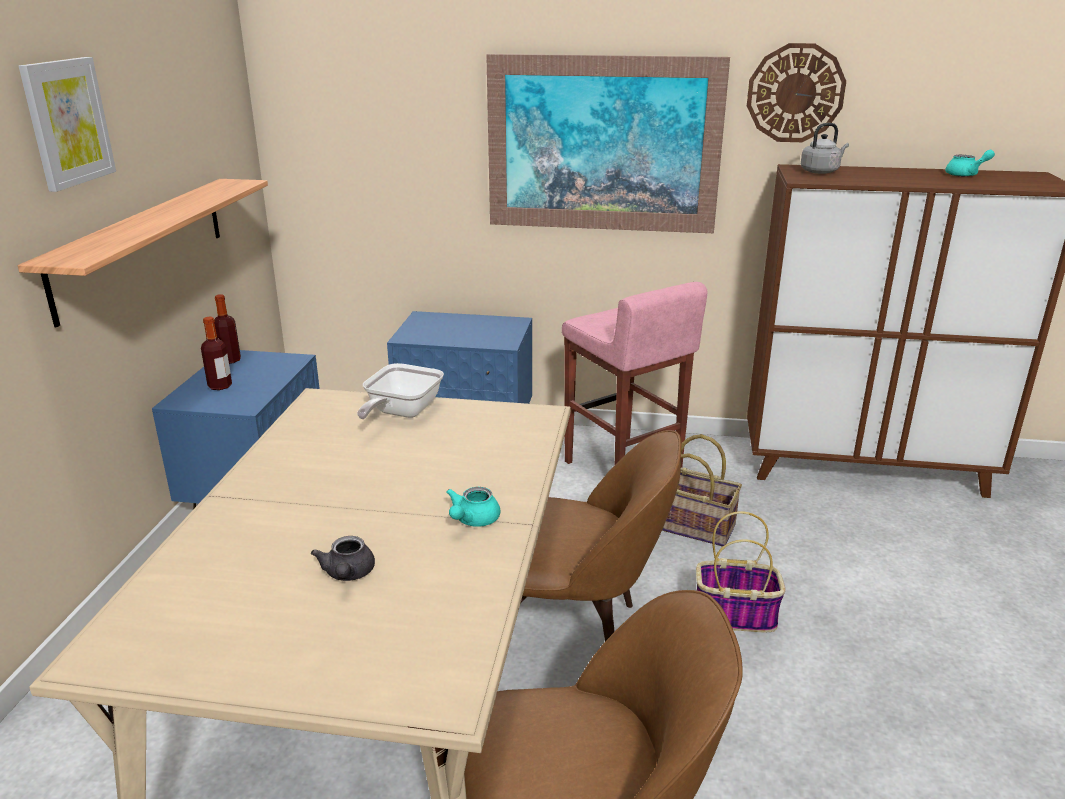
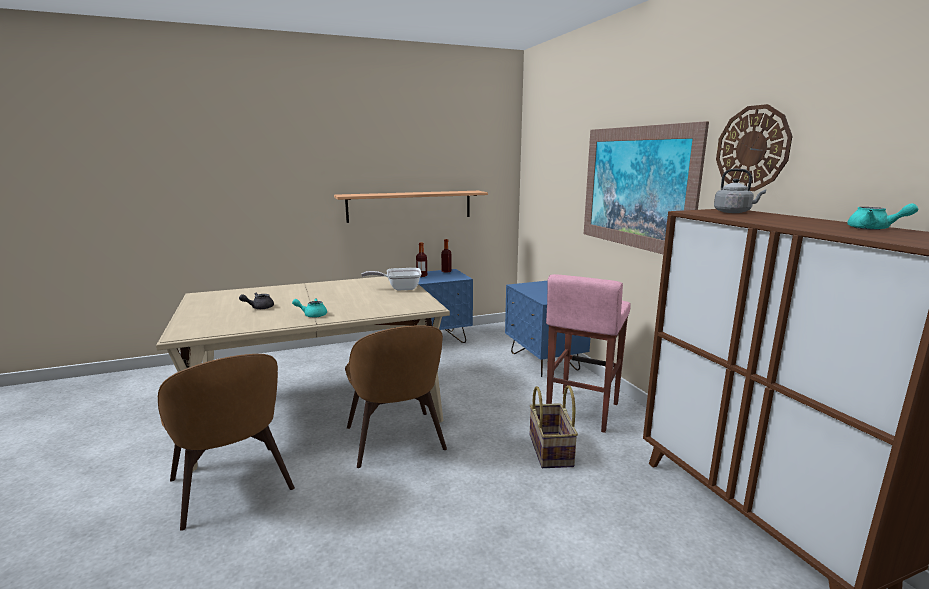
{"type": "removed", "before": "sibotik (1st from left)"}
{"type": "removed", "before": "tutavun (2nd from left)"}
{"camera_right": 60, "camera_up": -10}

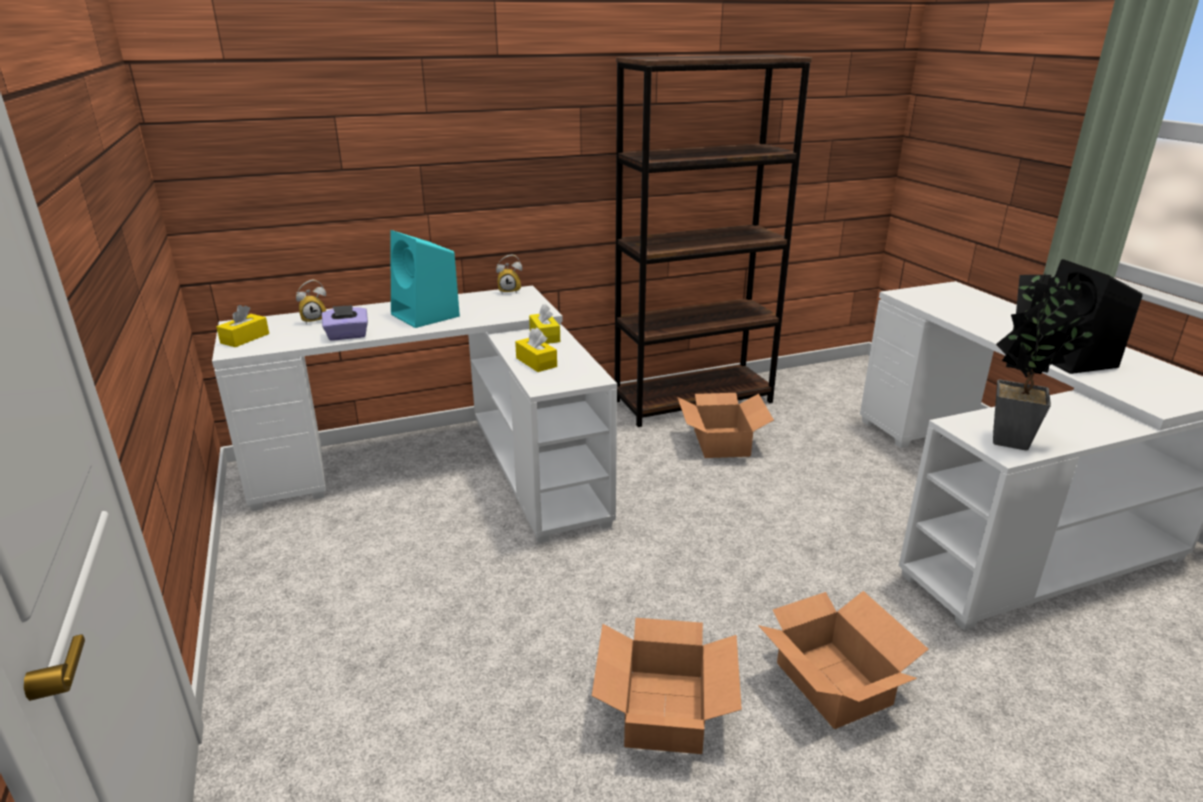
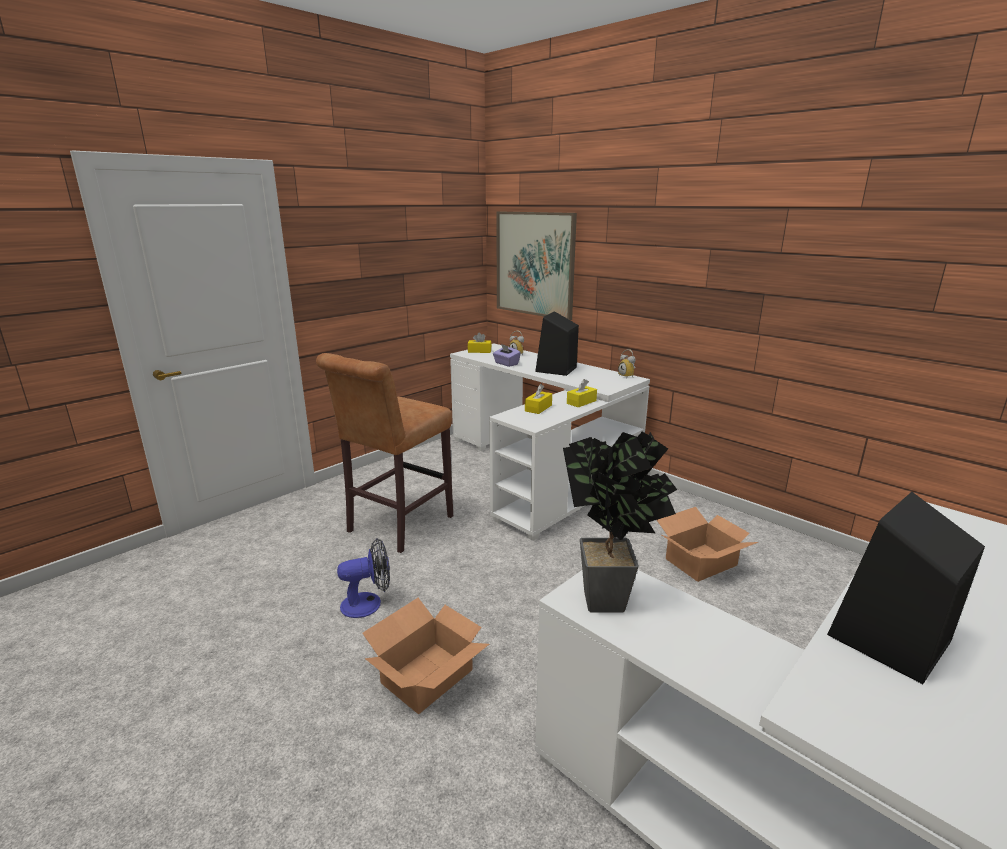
{"type": "added", "after": "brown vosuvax"}
{"type": "replaced", "before": "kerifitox (1st from left)", "after": "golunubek"}
{"type": "added", "after": "sibotik"}
{"type": "recoloured", "before": "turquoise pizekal", "after": "black pizekal (1st from left)"}
{"type": "removed", "before": "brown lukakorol"}
{"camera_right": 65, "camera_up": -5}

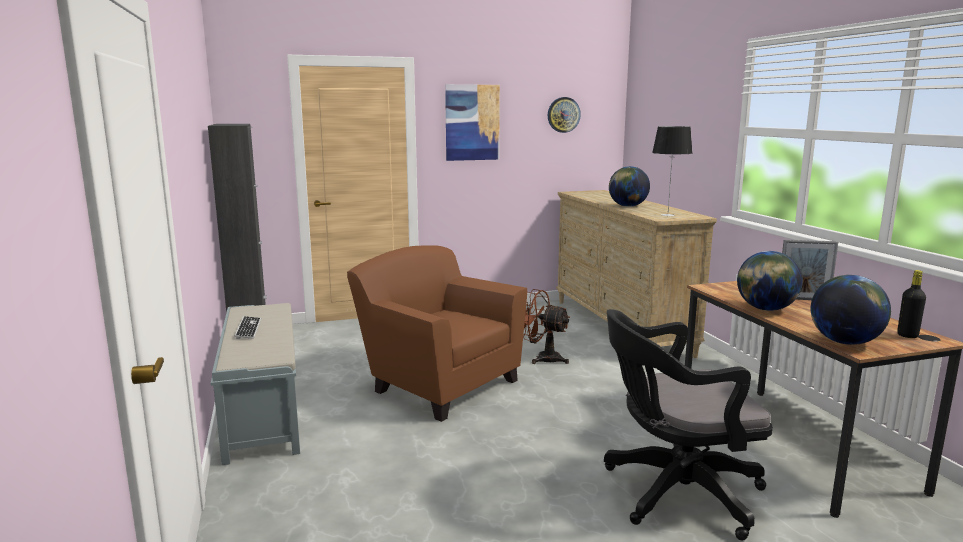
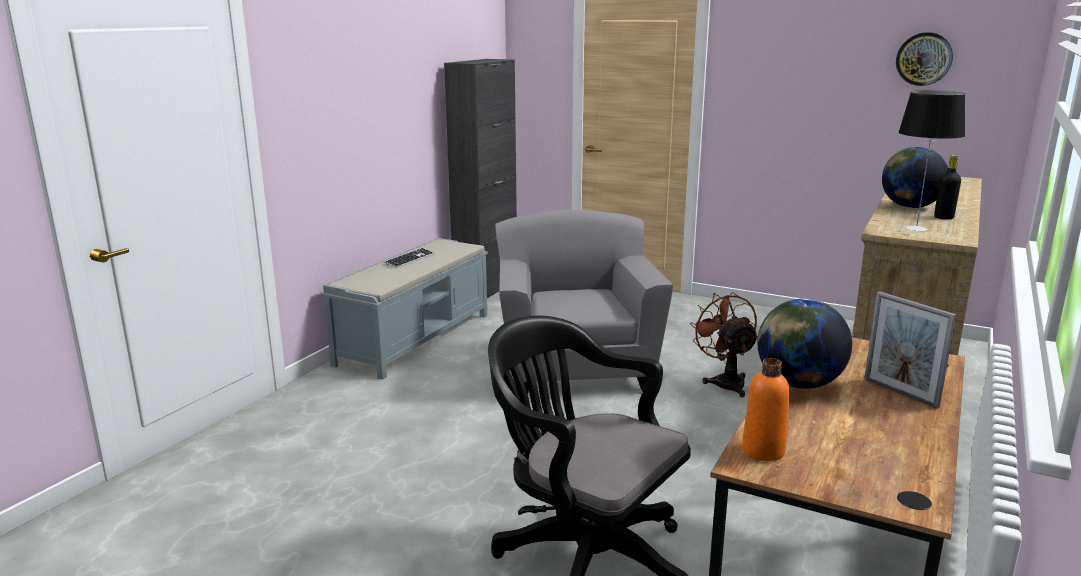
{"type": "recoloured", "before": "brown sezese", "after": "grey sezese"}
{"type": "replaced", "before": "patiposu (3rd from left)", "after": "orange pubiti"}
{"type": "moved", "before": "black pubiti"}
{"type": "removed", "before": "sibotik"}
{"camera_right": 45, "camera_up": 5}

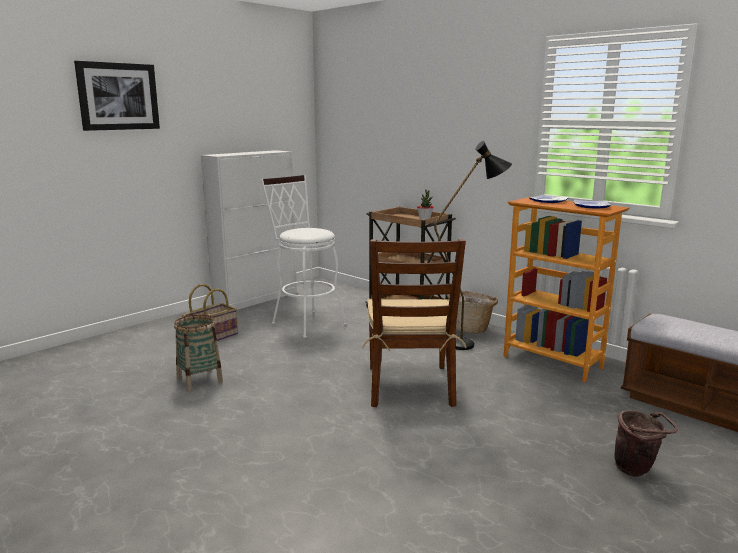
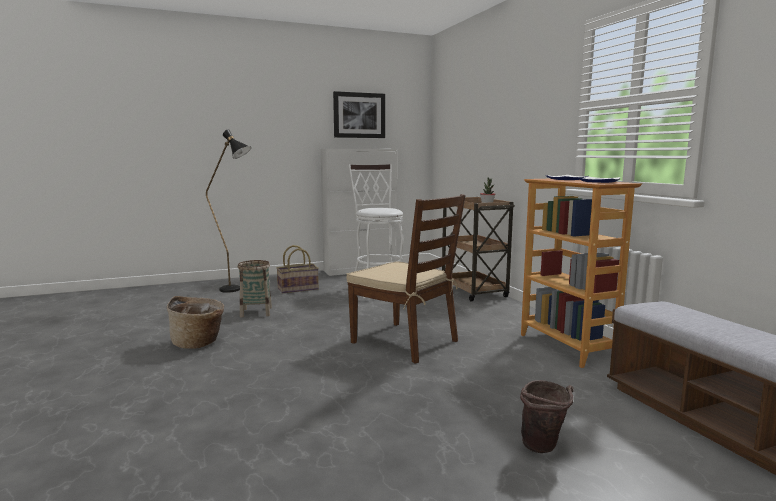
{"type": "moved", "before": "tutavun (3rd from left in the first image)", "after": "tutavun (1st from left)"}
{"type": "moved", "before": "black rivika"}
{"type": "moved", "before": "sibotik"}
{"type": "turned", "before": "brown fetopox", "turn": -75}
{"camera_right": 25, "camera_up": -5}

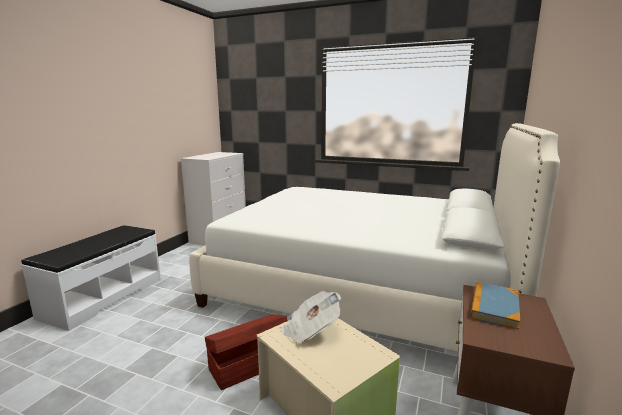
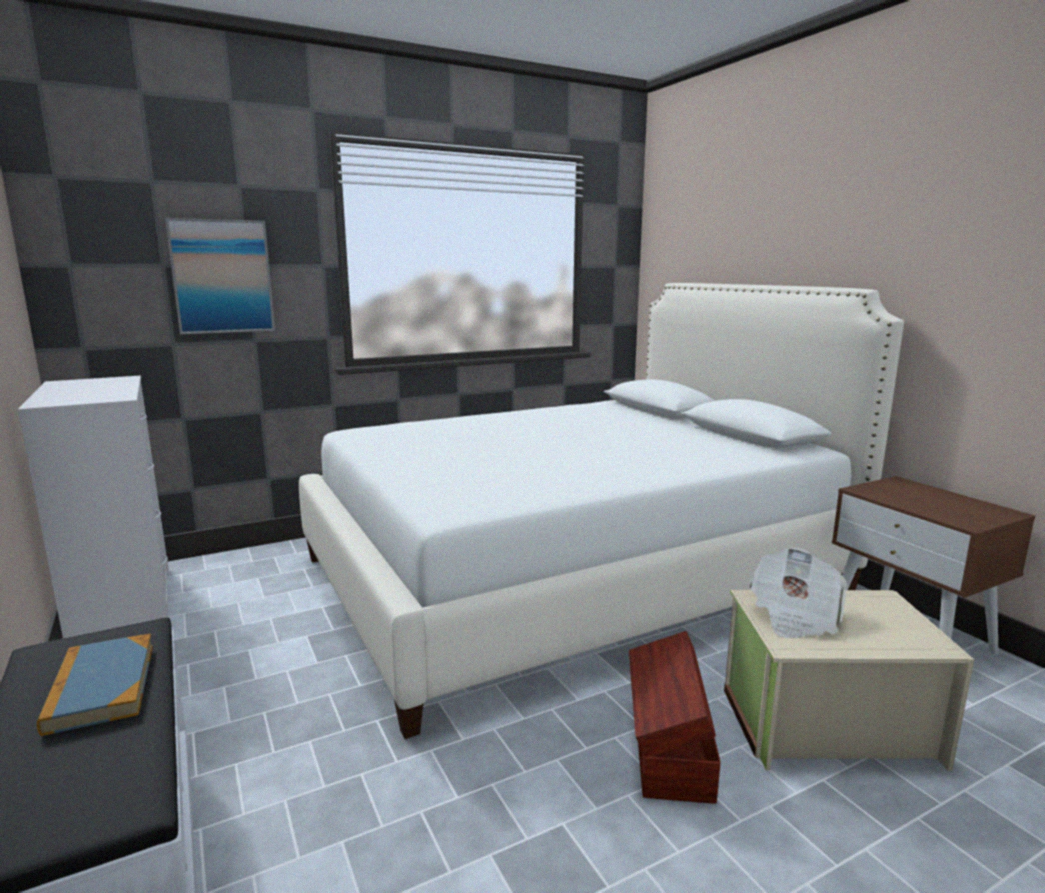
{"type": "moved", "before": "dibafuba"}
{"type": "added", "after": "sibotik"}
{"camera_right": -50, "camera_up": 0}

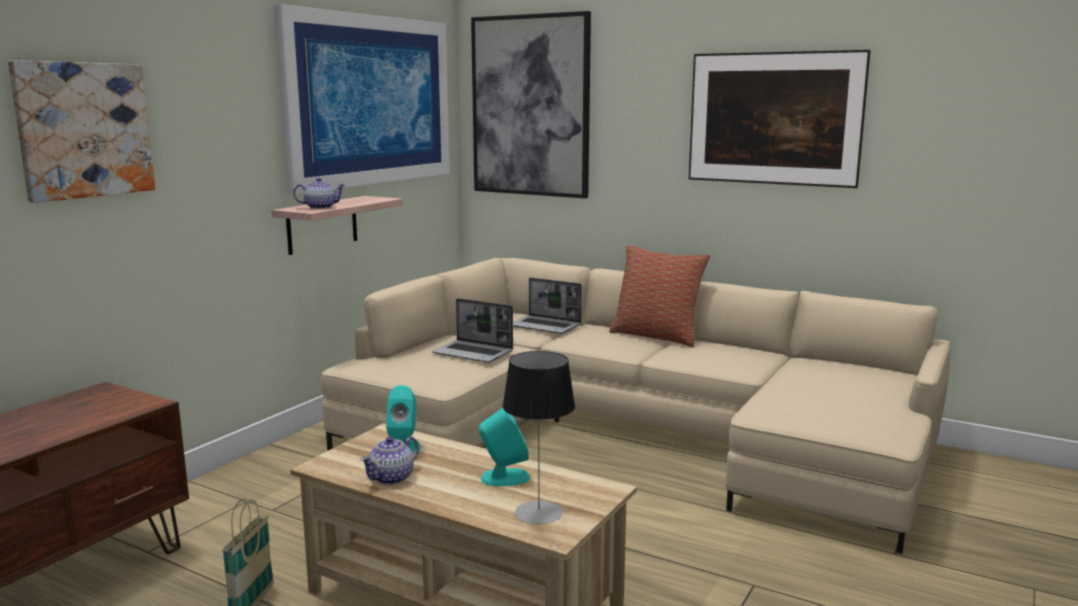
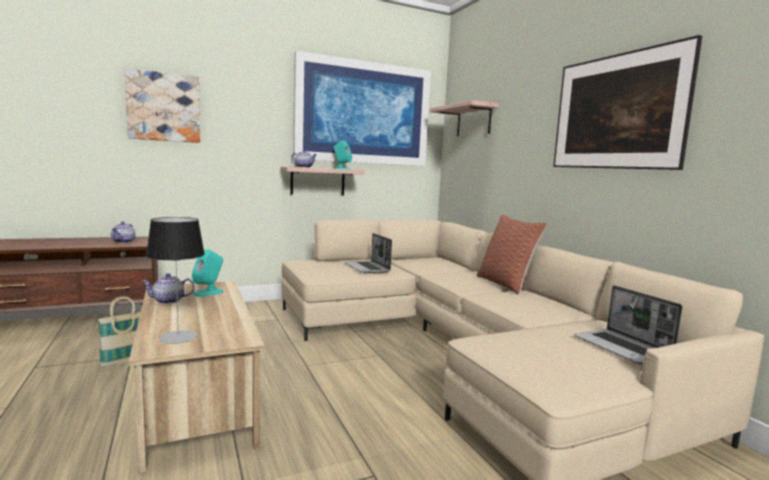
{"type": "added", "after": "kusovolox (1st from left)"}
{"type": "moved", "before": "turquoise pizekal (2nd from left)"}
{"type": "replaced", "before": "sibotik (3rd from left)", "after": "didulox (2nd from left)"}
{"type": "moved", "before": "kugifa (2nd from left)"}
{"camera_right": 35, "camera_up": -5}

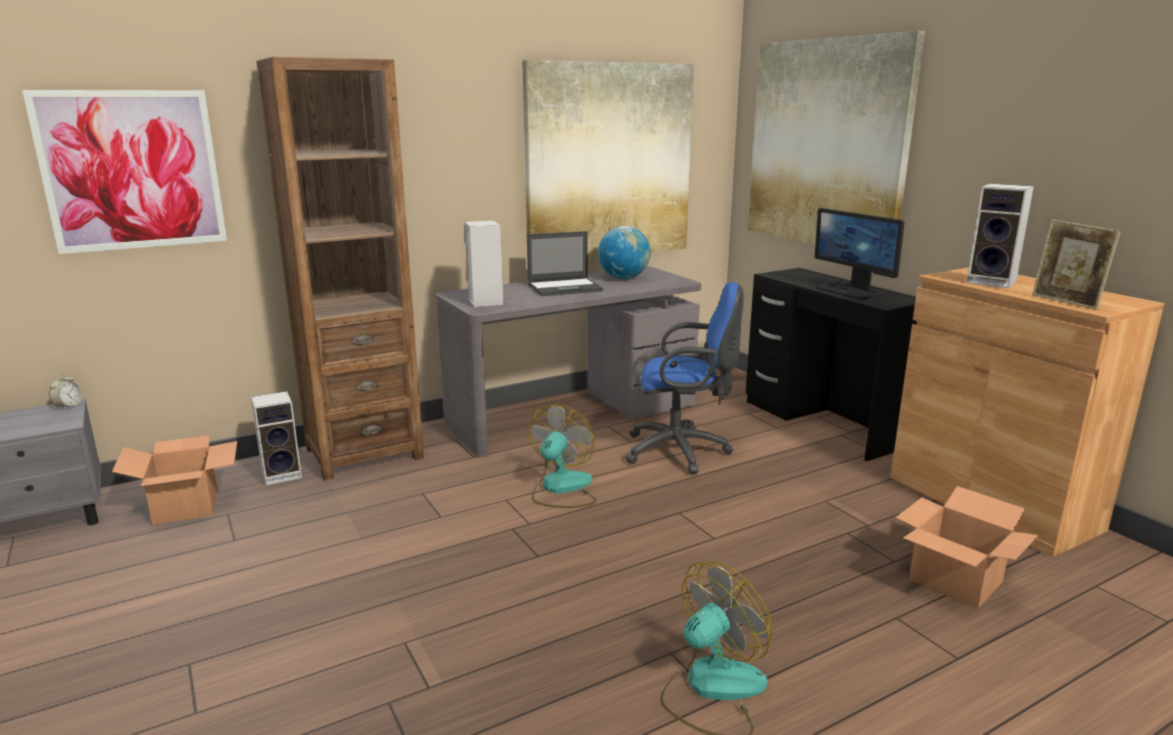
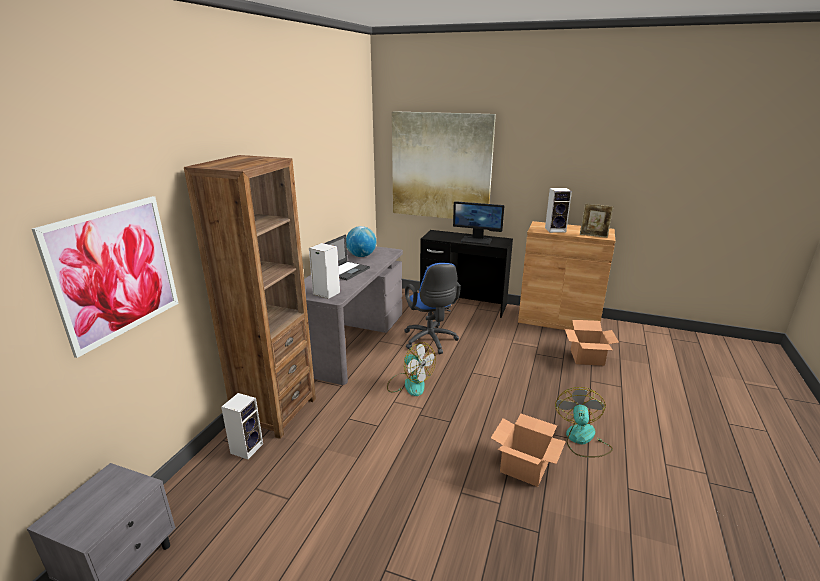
{"type": "turned", "before": "golunubek (1st from left)", "turn": 150}
{"type": "turned", "before": "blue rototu", "turn": 105}
{"type": "moved", "before": "kerifitox (1st from left)"}
{"type": "removed", "before": "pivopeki"}
{"type": "removed", "before": "sibotik (2nd from left)"}
{"camera_right": -40, "camera_up": 5}

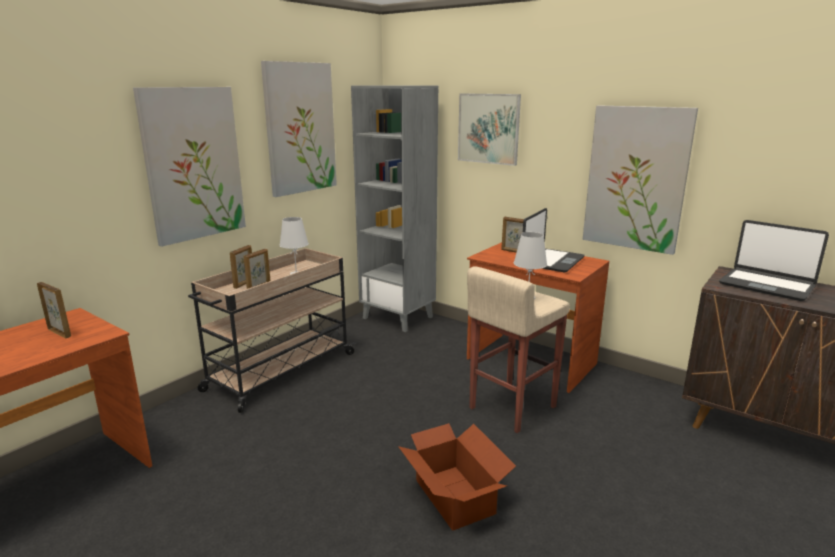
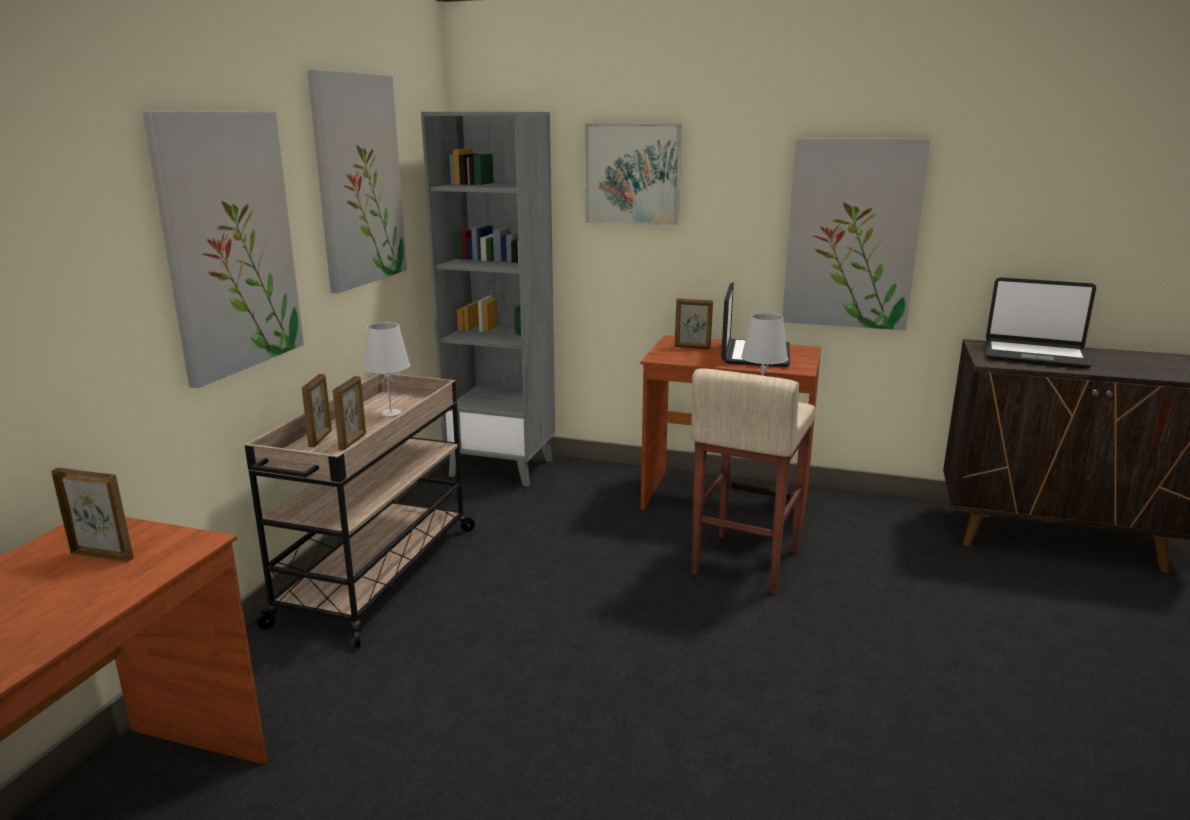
{"type": "removed", "before": "kerifitox"}
{"camera_right": -20, "camera_up": 0}

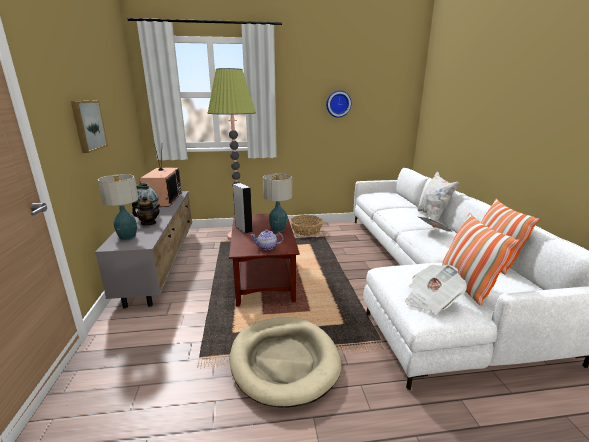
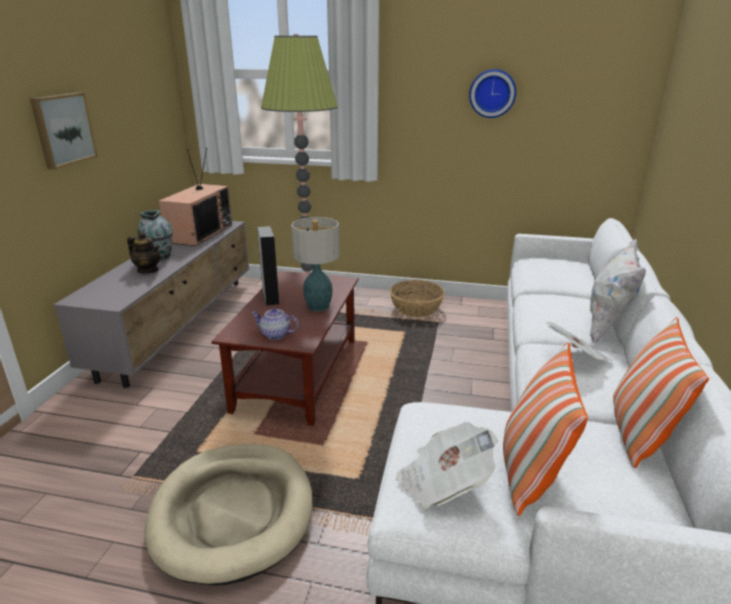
{"type": "removed", "before": "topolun (1st from left)"}
{"camera_right": 20, "camera_up": 5}

